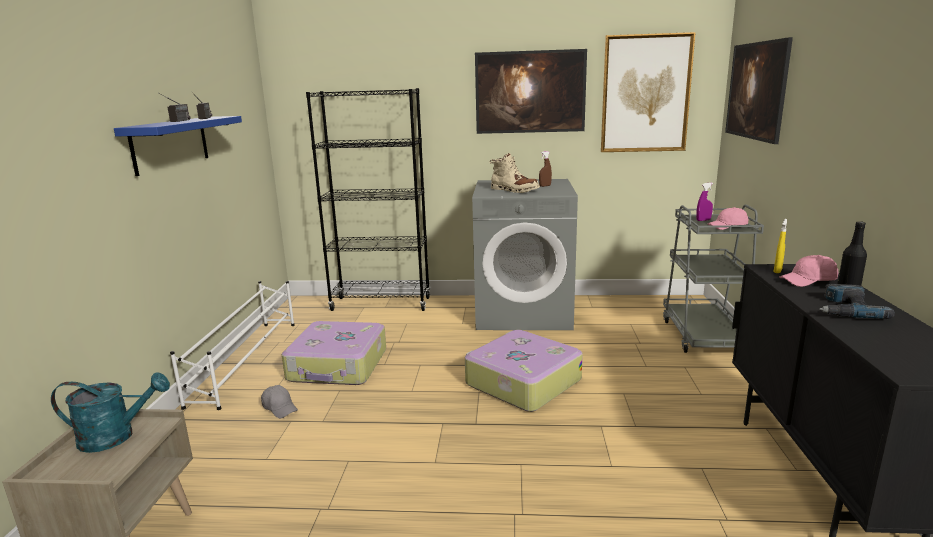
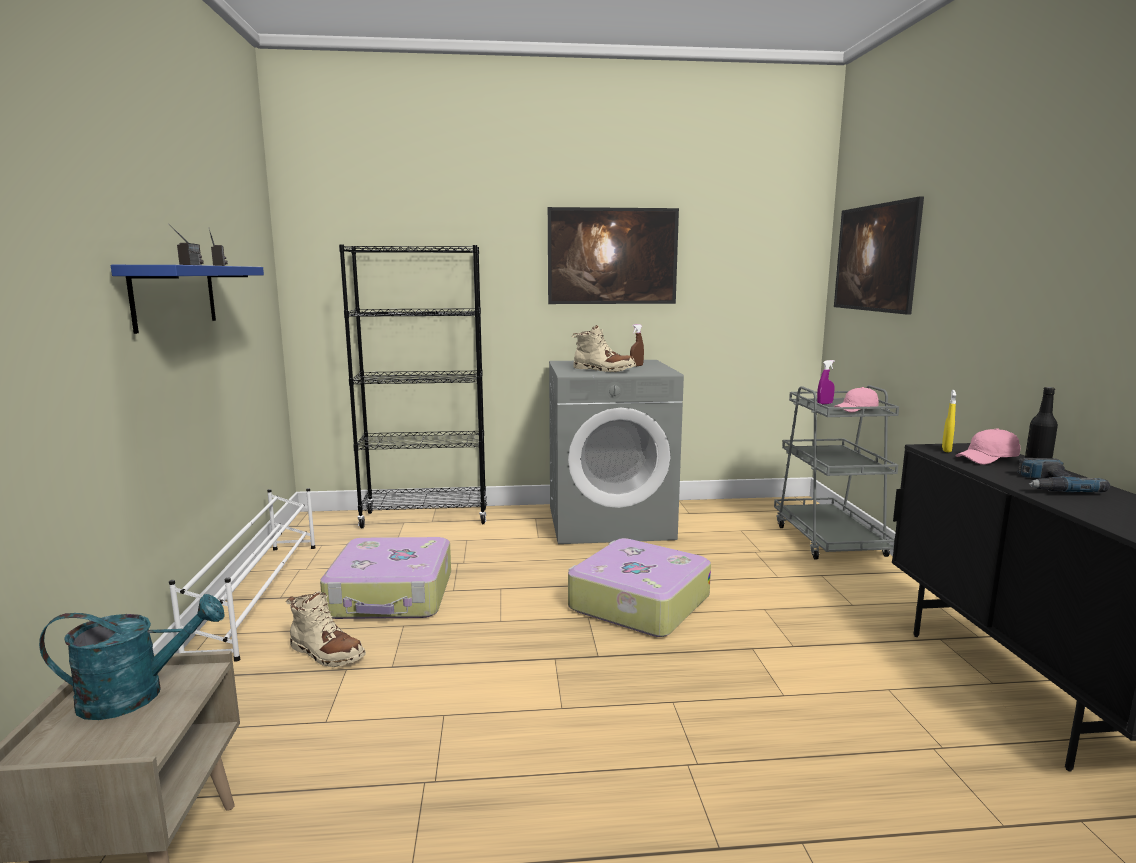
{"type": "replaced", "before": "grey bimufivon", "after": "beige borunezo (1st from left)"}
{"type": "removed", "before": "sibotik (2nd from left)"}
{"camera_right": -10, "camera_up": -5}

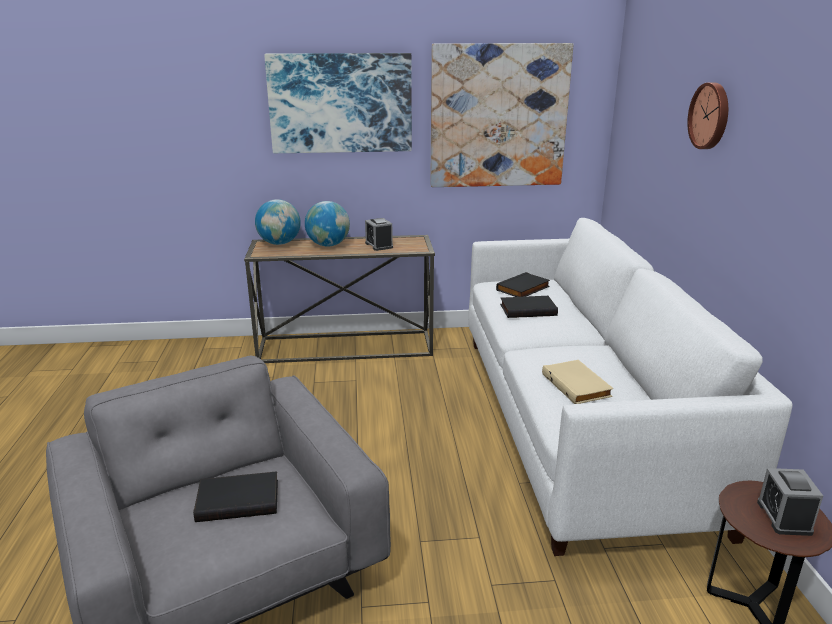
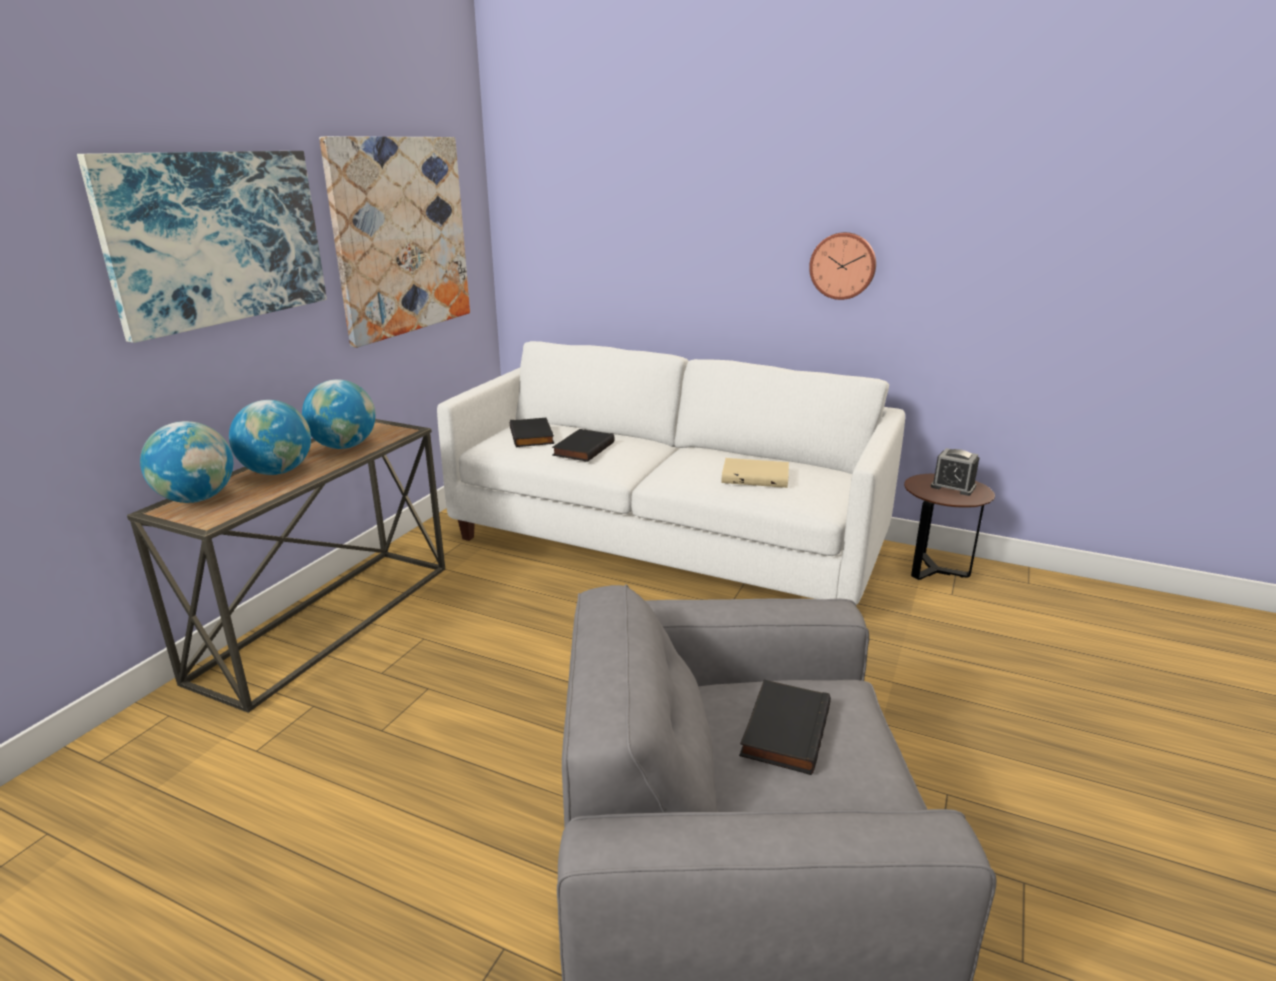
{"type": "replaced", "before": "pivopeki (1st from left)", "after": "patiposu (3rd from left)"}
{"type": "moved", "before": "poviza"}
{"camera_right": -60, "camera_up": 0}

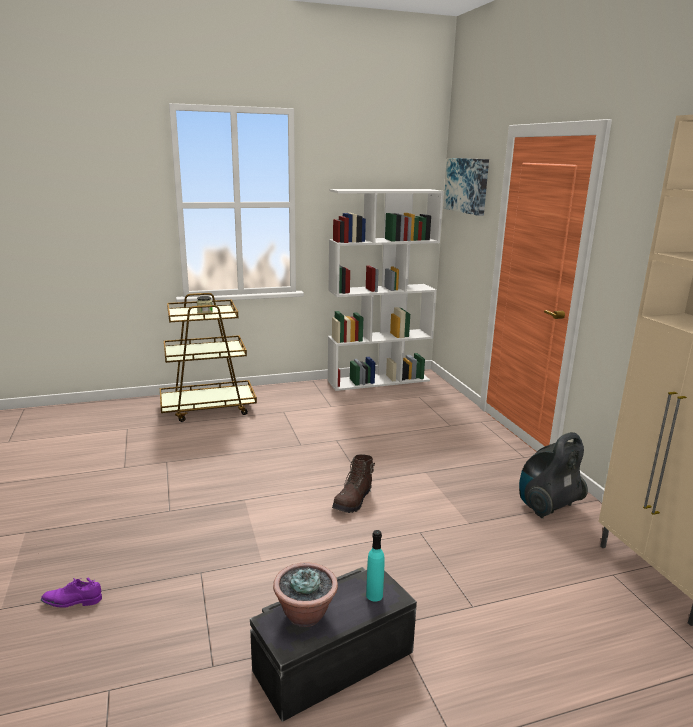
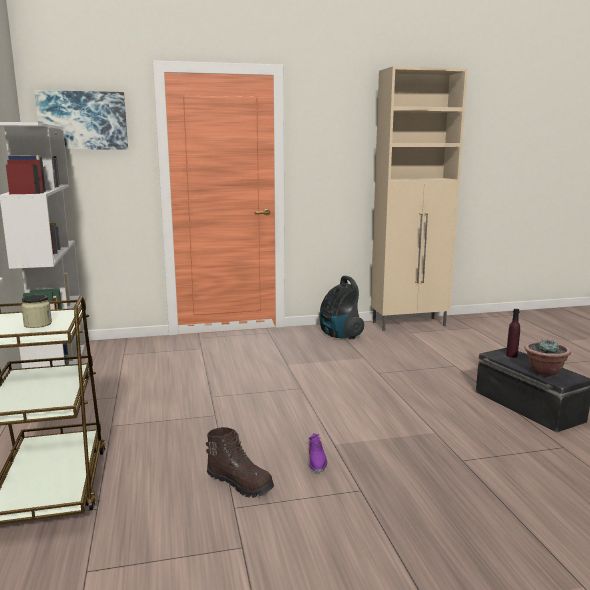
{"type": "moved", "before": "brown borunezo"}
{"type": "moved", "before": "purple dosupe"}
{"type": "recoloured", "before": "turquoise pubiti", "after": "purple pubiti"}
{"camera_right": -85, "camera_up": -5}

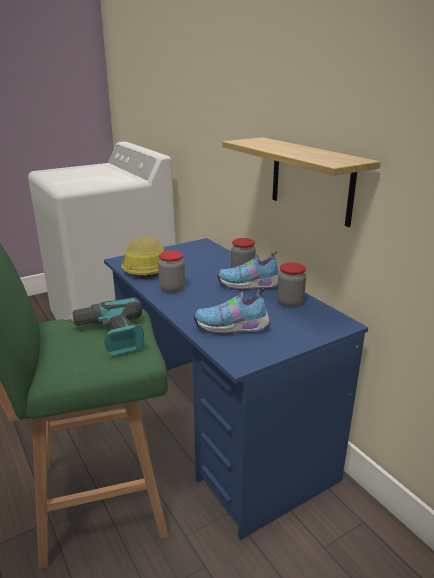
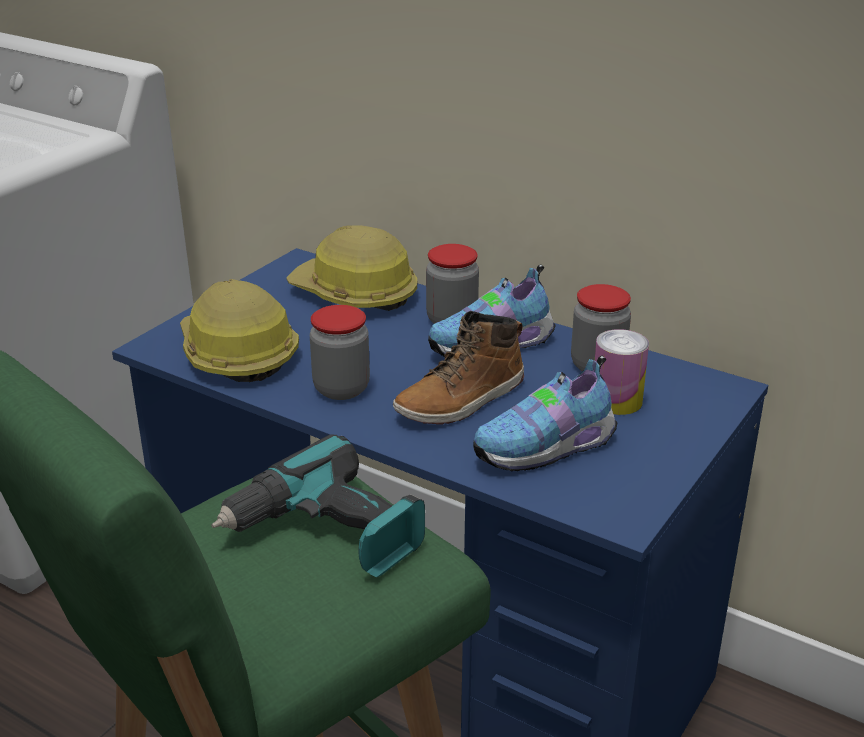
{"type": "added", "after": "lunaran (2nd from left)"}
{"type": "added", "after": "borunezo"}
{"type": "added", "after": "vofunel"}
{"type": "removed", "before": "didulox"}
{"camera_right": -25, "camera_up": 5}

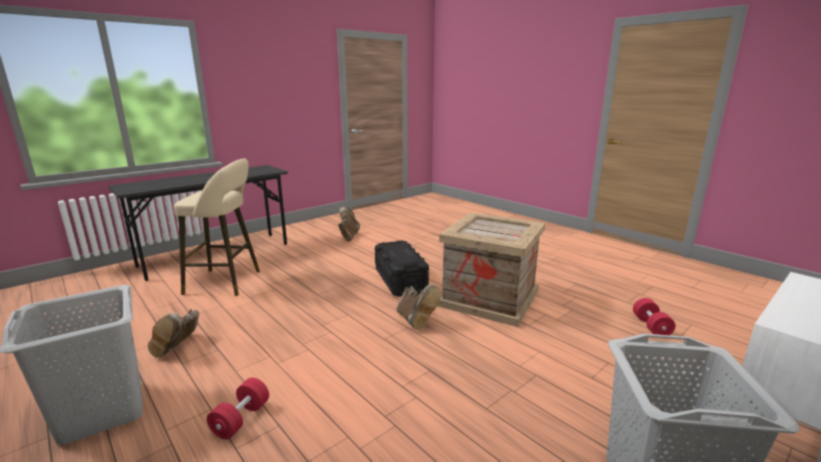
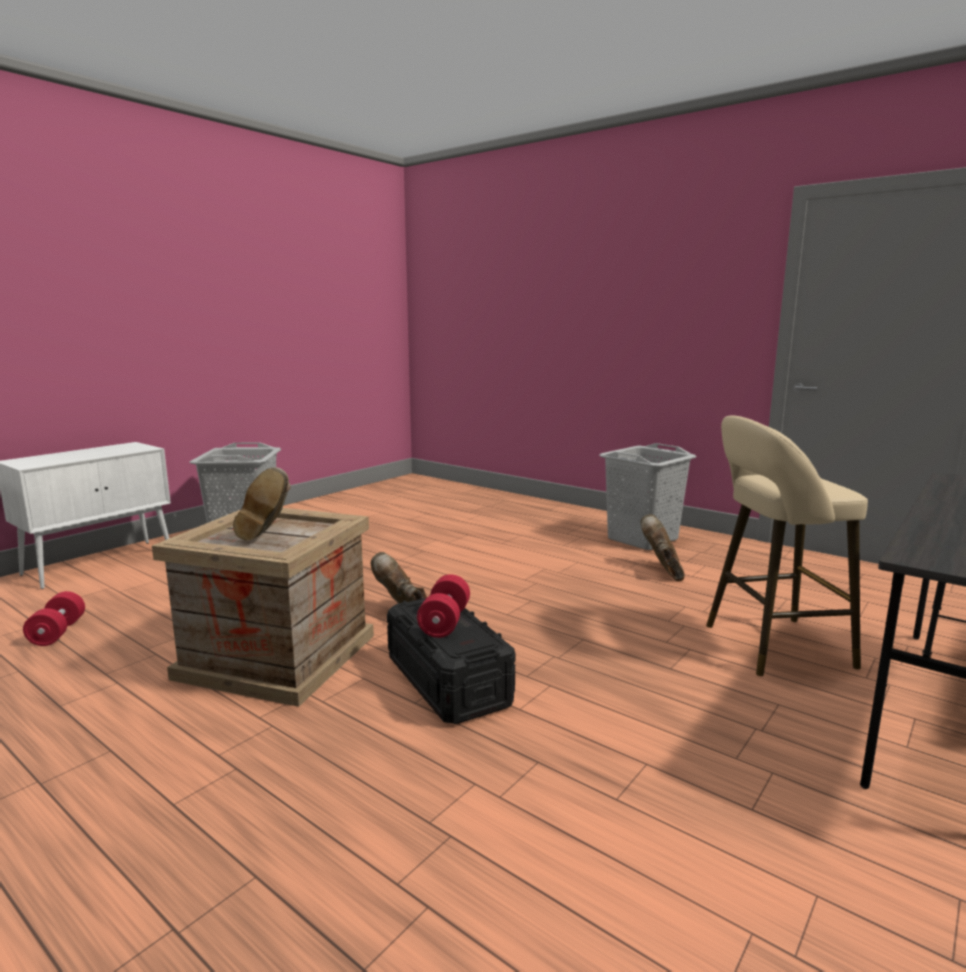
{"type": "moved", "before": "brown borunezo (2nd from left in the first image)", "after": "brown borunezo (1st from left)"}
{"type": "moved", "before": "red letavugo (1st from left in the first image)", "after": "red letavugo (2nd from left)"}
{"camera_right": 170, "camera_up": -5}

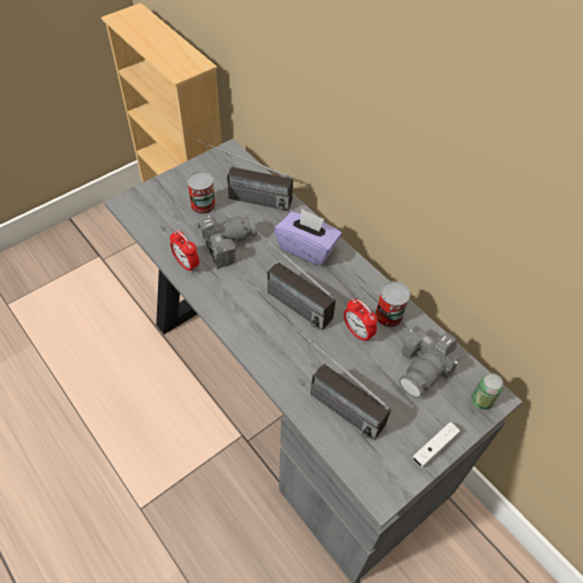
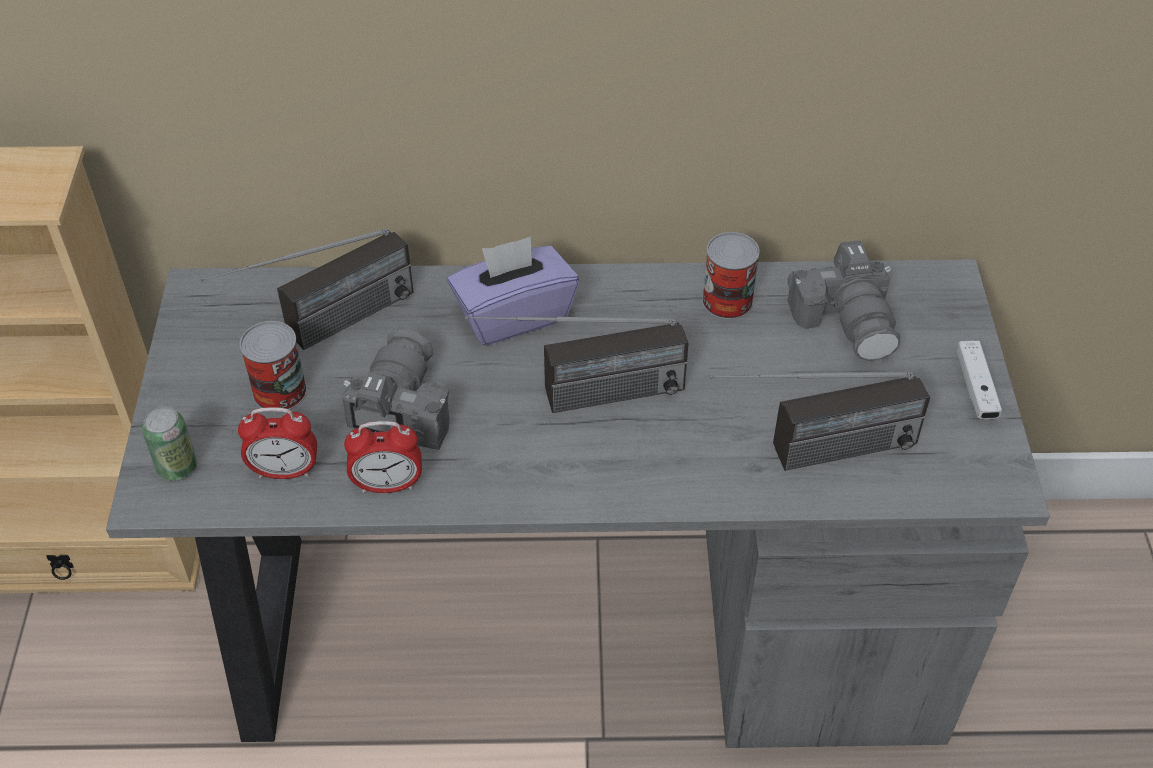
{"type": "moved", "before": "vofunel (3rd from left in the first image)", "after": "vofunel (1st from left)"}
{"type": "moved", "before": "pivopeki (2nd from left in the first image)", "after": "pivopeki (1st from left)"}
{"camera_right": -50, "camera_up": -5}

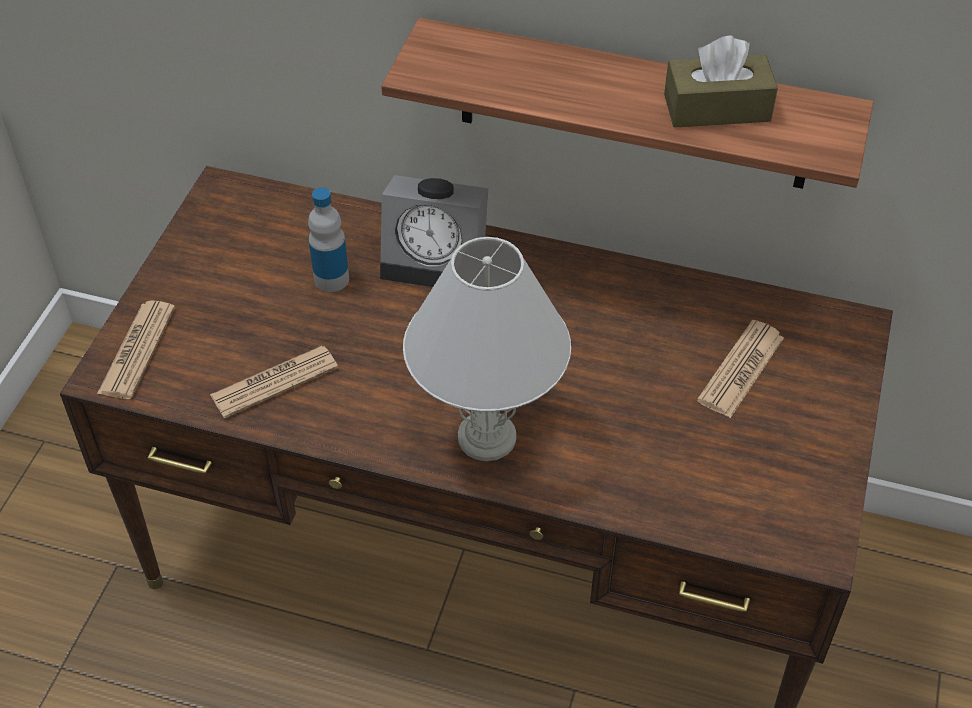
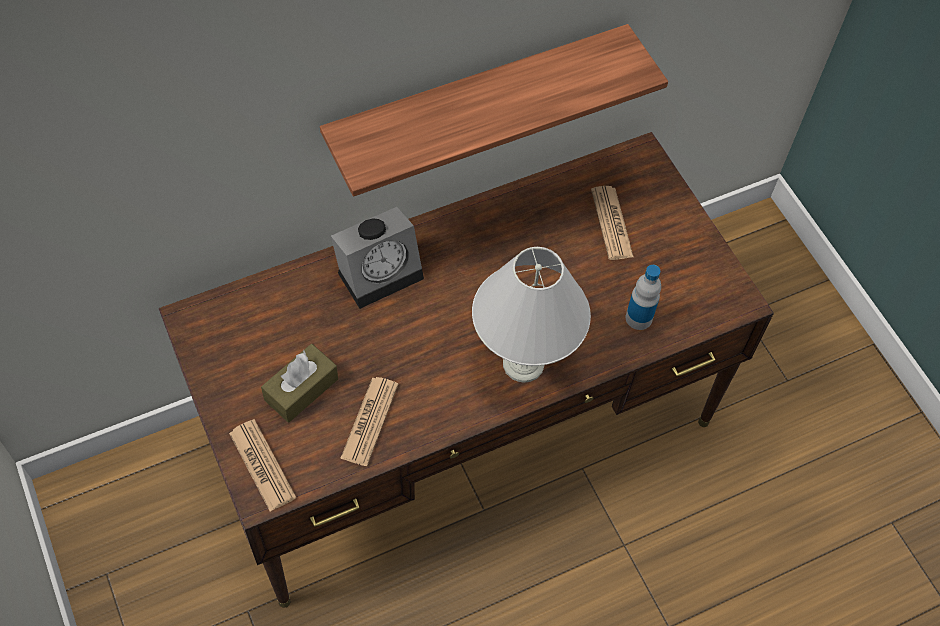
{"type": "moved", "before": "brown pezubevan"}
{"type": "moved", "before": "pubiti"}
{"camera_right": -45, "camera_up": 10}

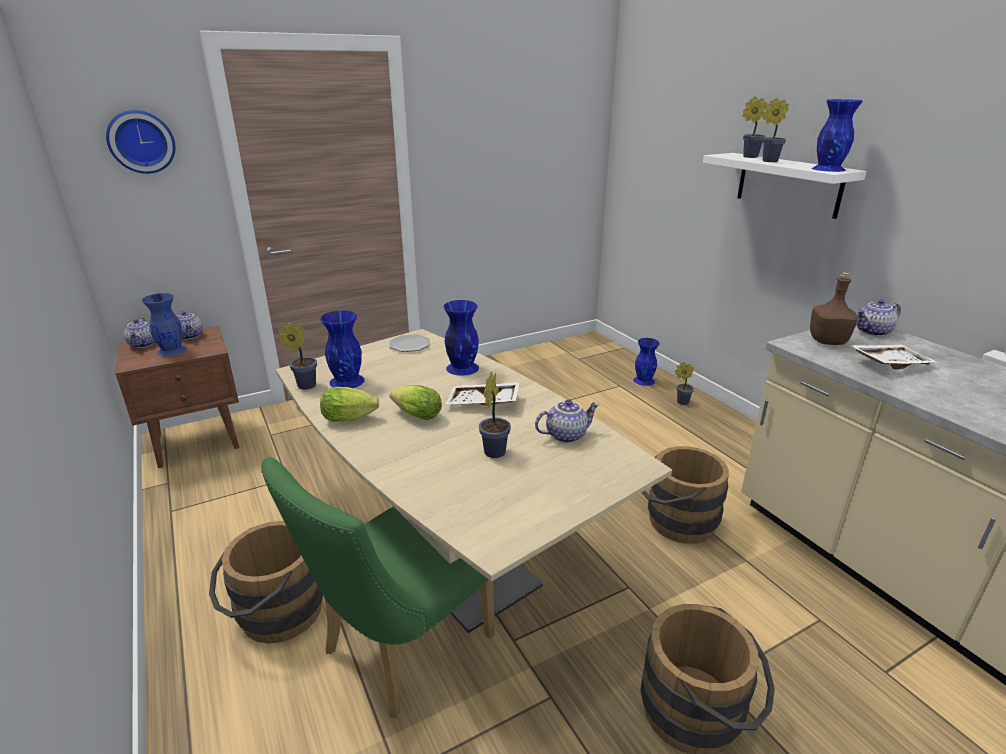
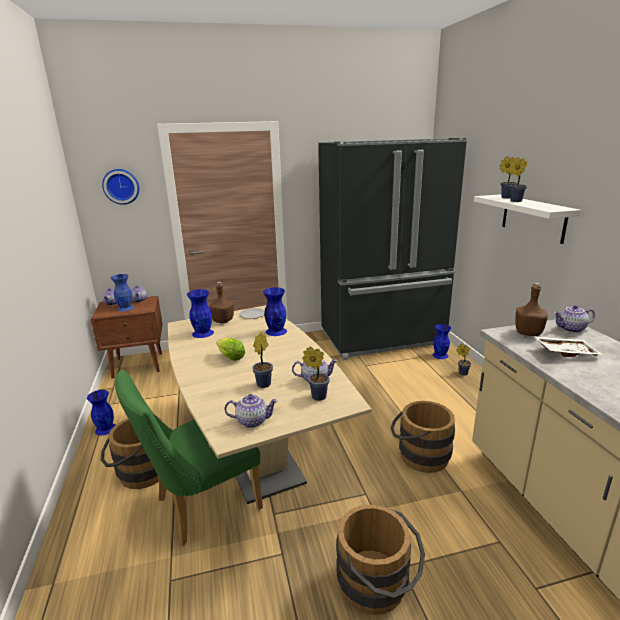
{"type": "moved", "before": "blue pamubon (5th from left in the first image)", "after": "blue pamubon (1st from left)"}
{"type": "added", "after": "brown pubiti (1st from left)"}
{"type": "added", "after": "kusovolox (3rd from left)"}
{"type": "moved", "before": "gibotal (1st from left in the first image)", "after": "gibotal (2nd from left)"}
{"type": "added", "after": "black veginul"}
{"type": "removed", "before": "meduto (1st from left)"}
{"type": "removed", "before": "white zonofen (1st from left)"}
{"camera_right": 15, "camera_up": -5}

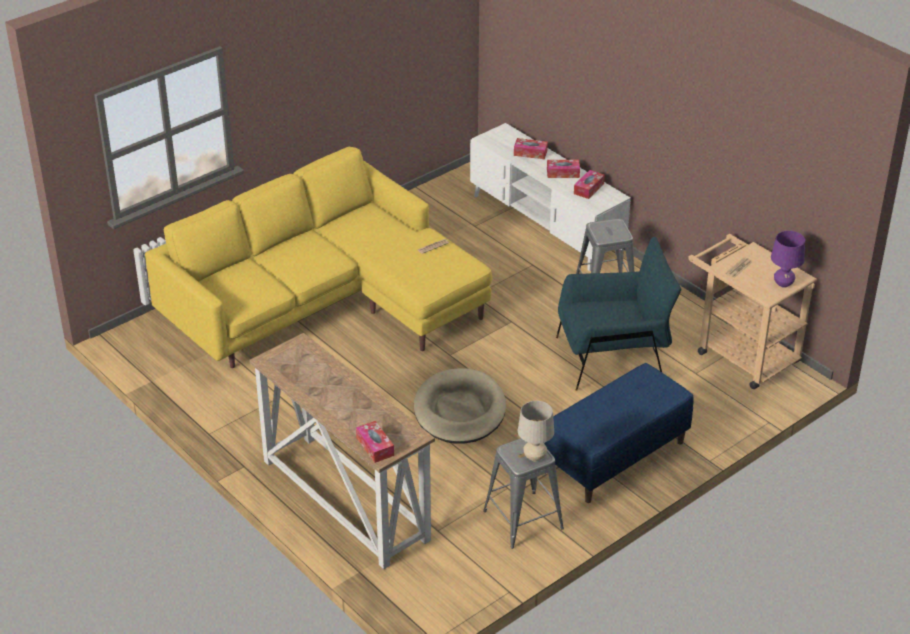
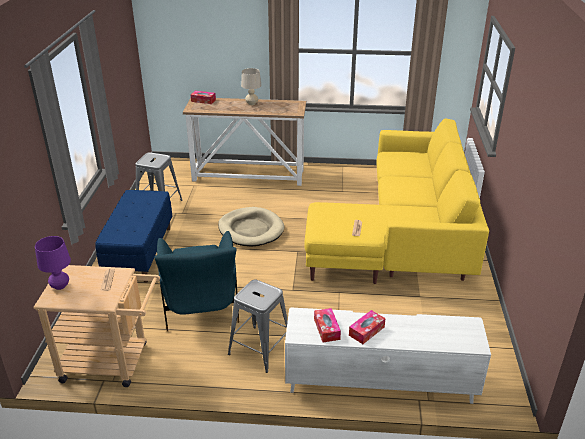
{"type": "turned", "before": "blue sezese", "turn": -45}
{"type": "moved", "before": "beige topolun"}
{"type": "removed", "before": "pezubevan (2nd from left)"}
{"camera_right": 135, "camera_up": -5}

